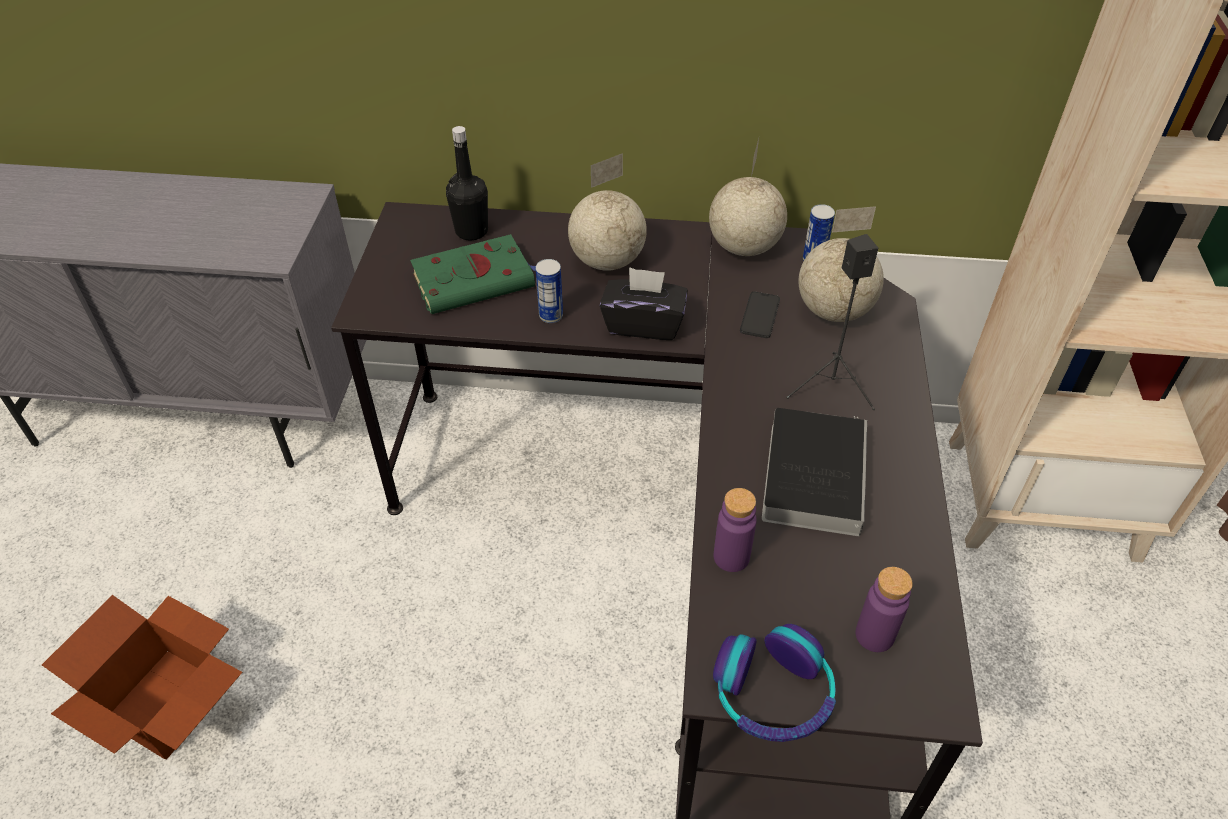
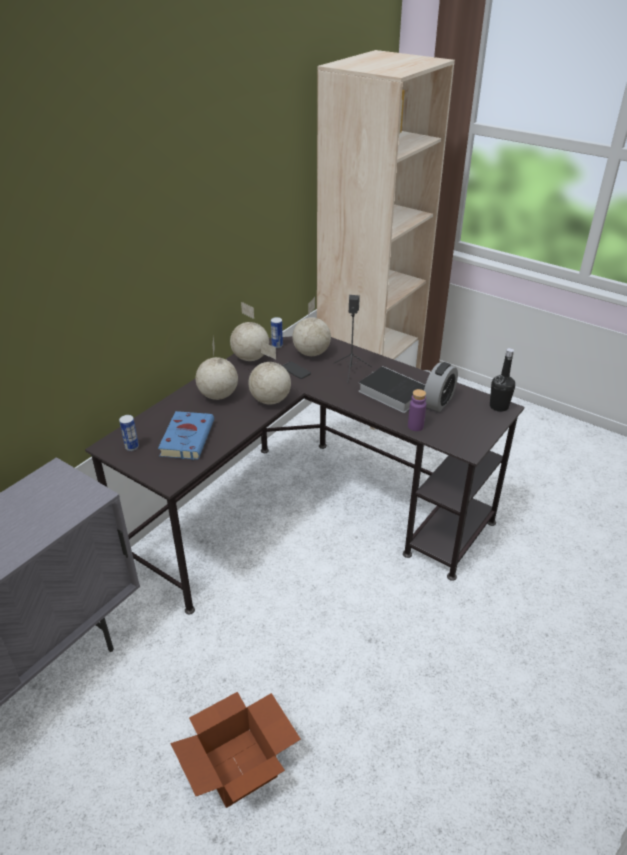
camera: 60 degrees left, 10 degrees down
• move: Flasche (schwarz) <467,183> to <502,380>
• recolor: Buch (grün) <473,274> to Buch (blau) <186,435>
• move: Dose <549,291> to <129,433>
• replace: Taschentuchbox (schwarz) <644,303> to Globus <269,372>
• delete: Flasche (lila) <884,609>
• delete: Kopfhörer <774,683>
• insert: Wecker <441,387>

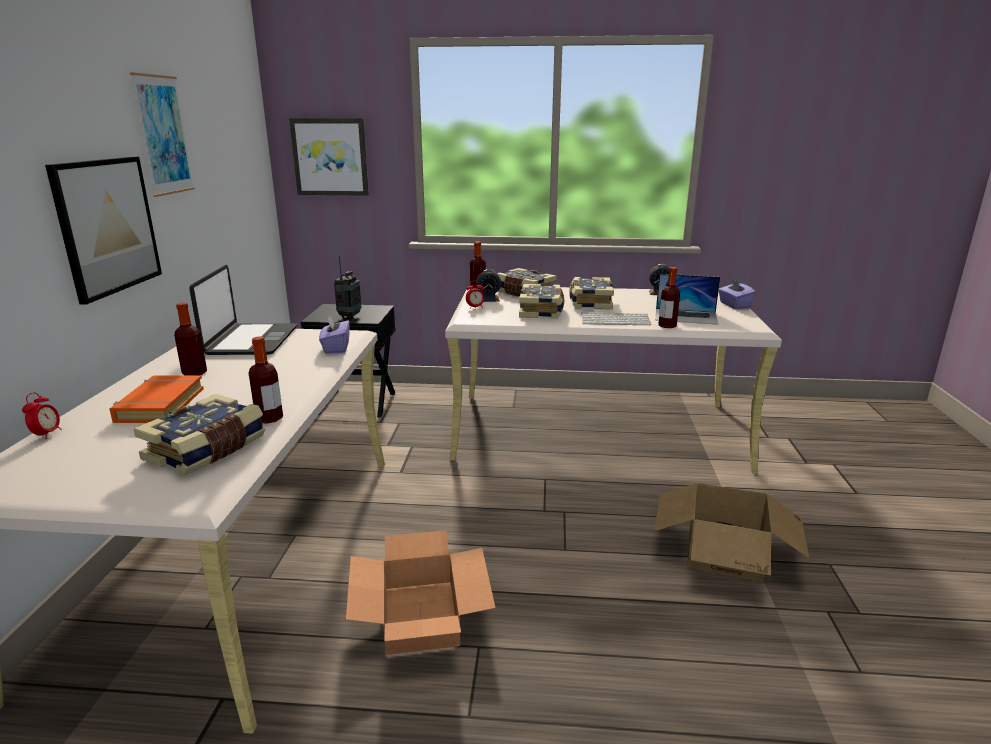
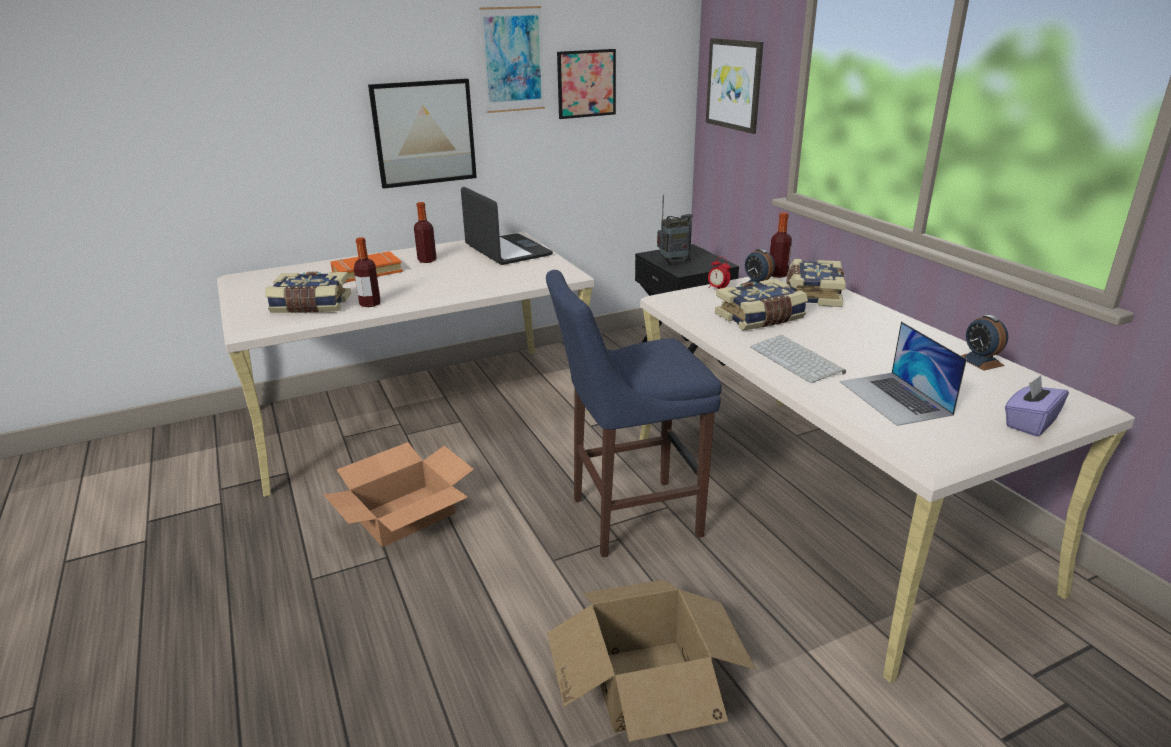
camera: 60 degrees right, 5 degrees up
• rotate: Laptop <243,310> = <507,226> 90 degrees counterclockwise
• delete: Flasche <669,297>
• delete: Buch <591,293>
• delete: Taschentuchbox (lila) <334,333>
• delete: Wecker <41,415>
• insert: Bild <586,84>
• insert: Hocker (blau) <634,414>

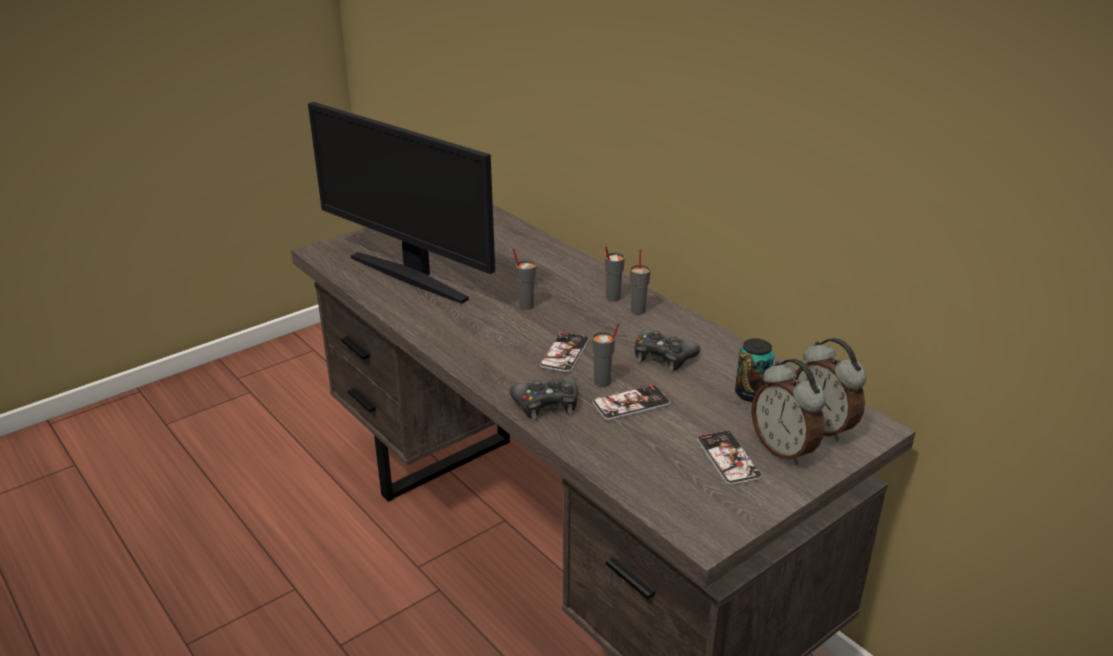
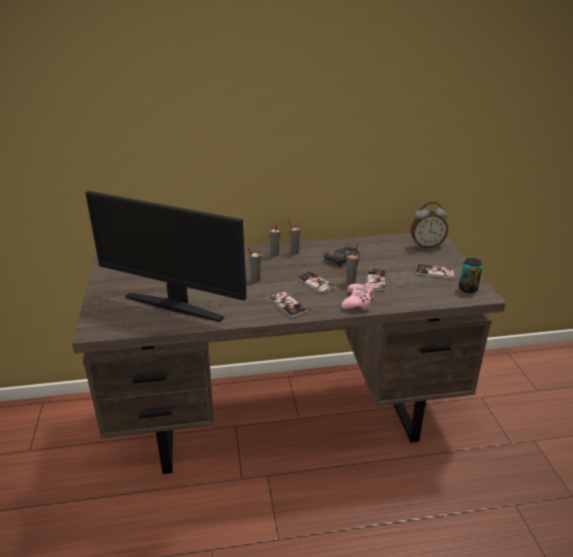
camera: 60 degrees left, 0 degrees up
• rotate: Monitor <401,203> = <166,256> 45 degrees clockwise
• move: Dose <754,370> to <471,275>
• delete: Wecker <788,412>
• recolor: Gamepad (schwarz) <544,398> to Gamepad (rosa) <357,296>
• insert: Handy <288,304>

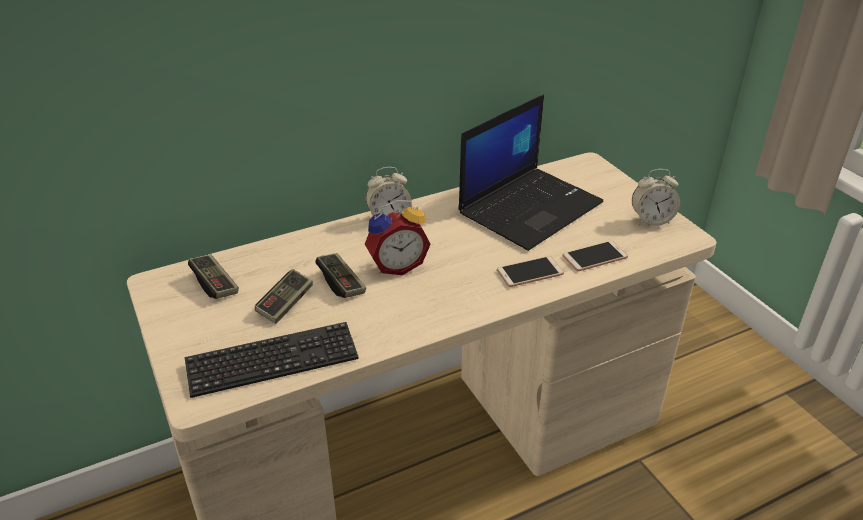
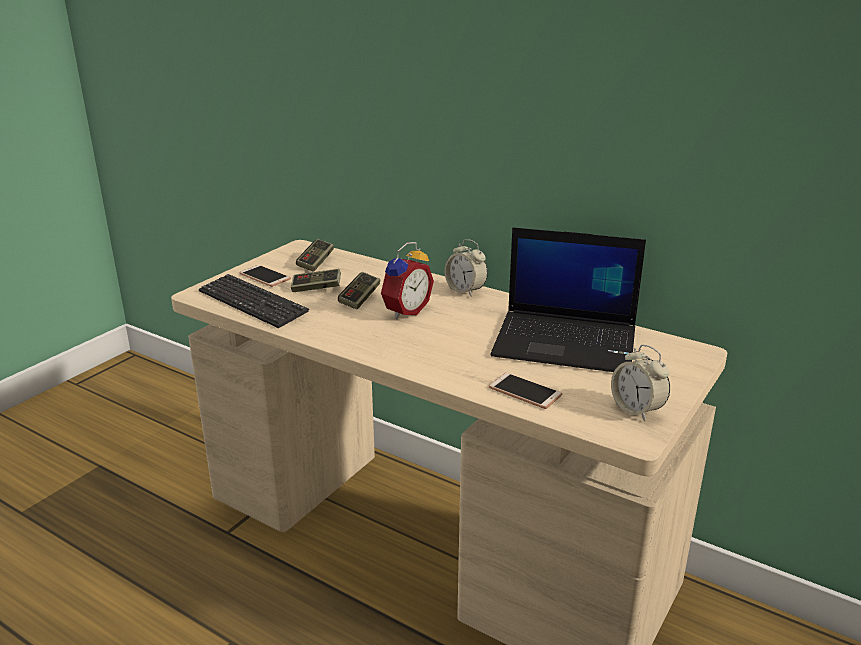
camera: 60 degrees right, 10 degrees down
• rotate: Wecker <398,237> = <407,280> 90 degrees counterclockwise
• move: Handy <530,271> to <265,276>

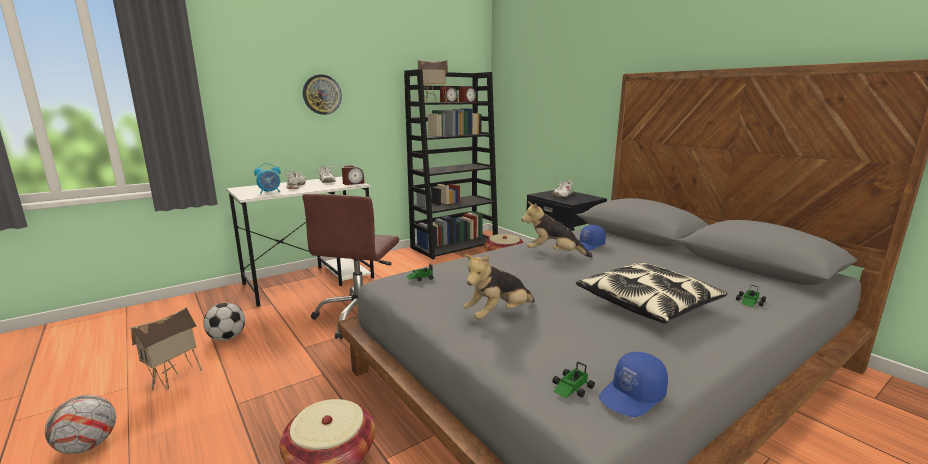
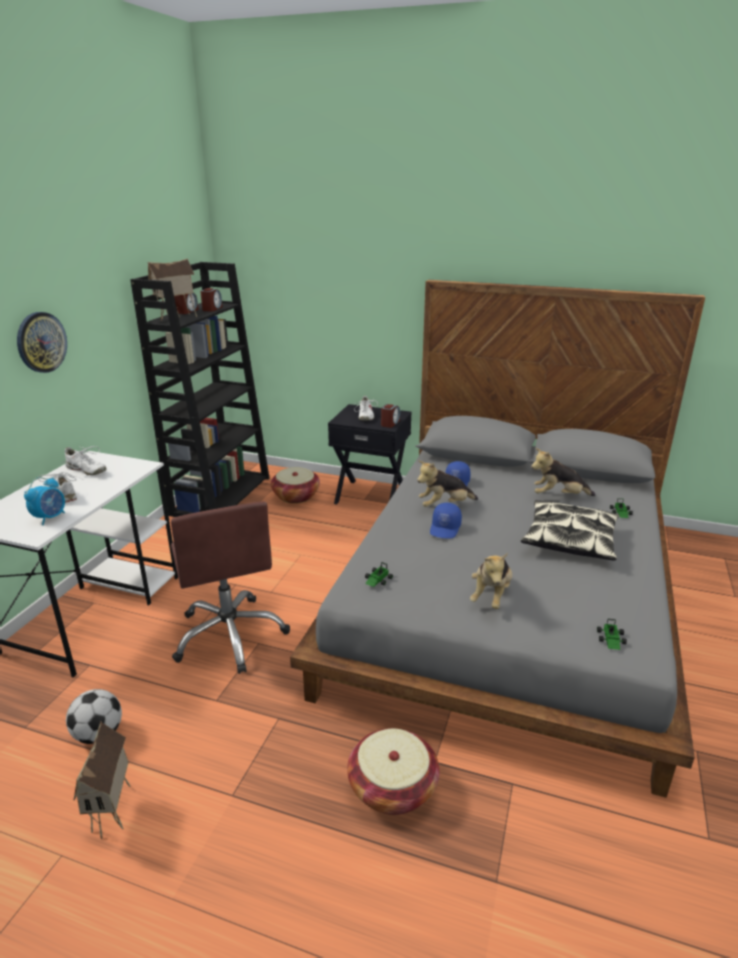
camera: 35 degrees left, 10 degrees up
• move: Wecker <353,175> to <390,416>
• move: Kappe (blau) <633,384> to <446,521>
• delete: Fußball <80,424>
• insert: Plüschtier <563,472>

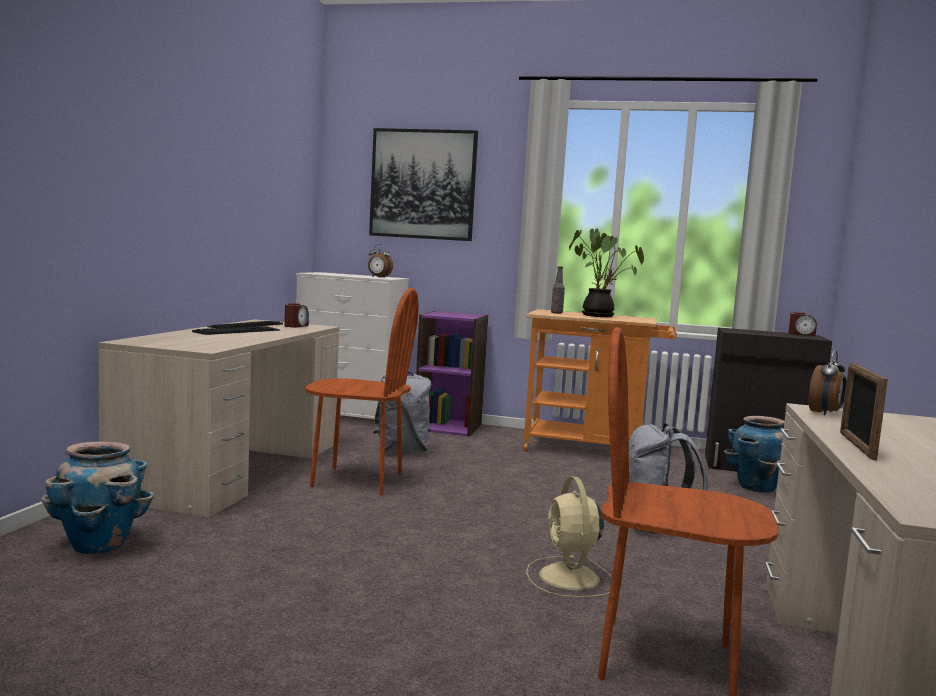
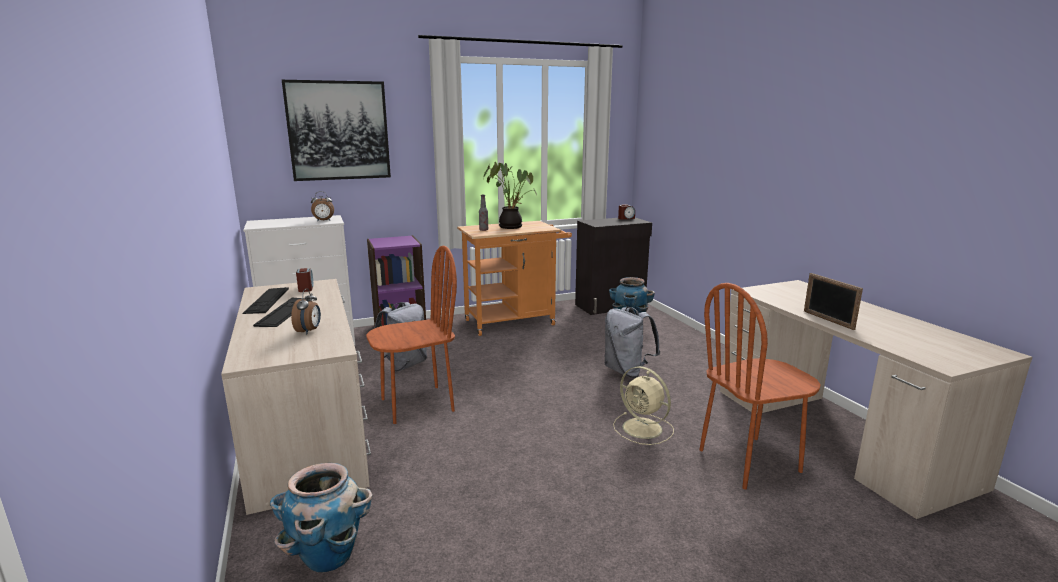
camera: 35 degrees left, 10 degrees up
• move: Wecker <827,383> to <306,311>

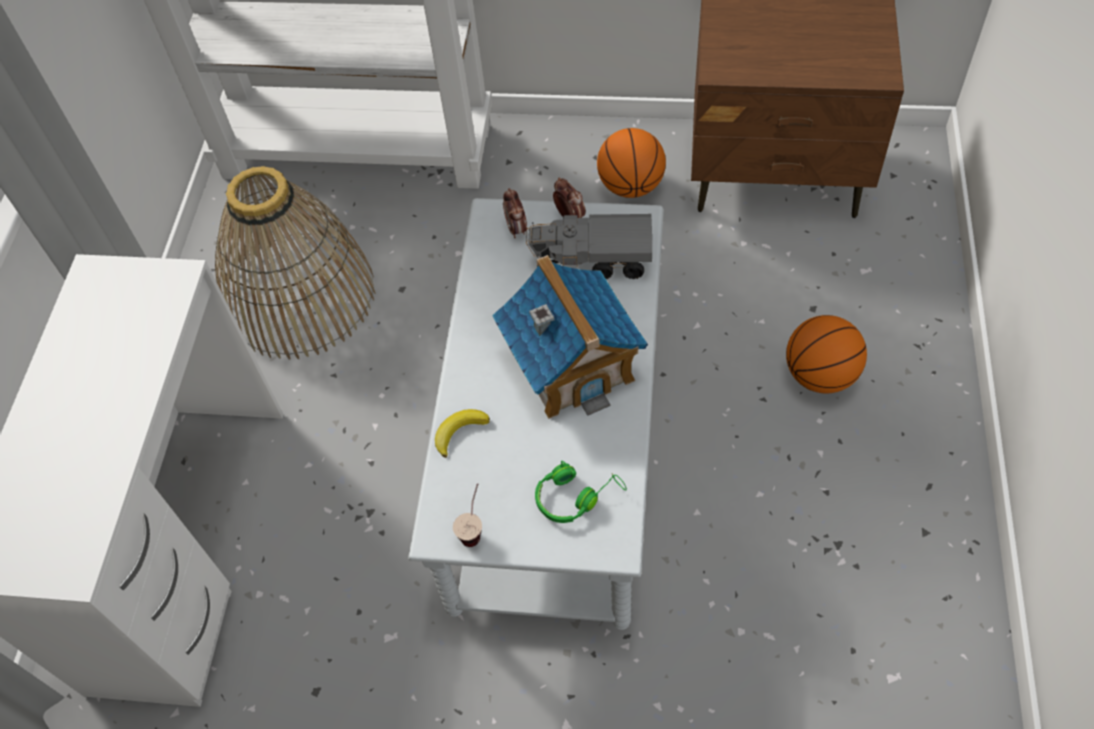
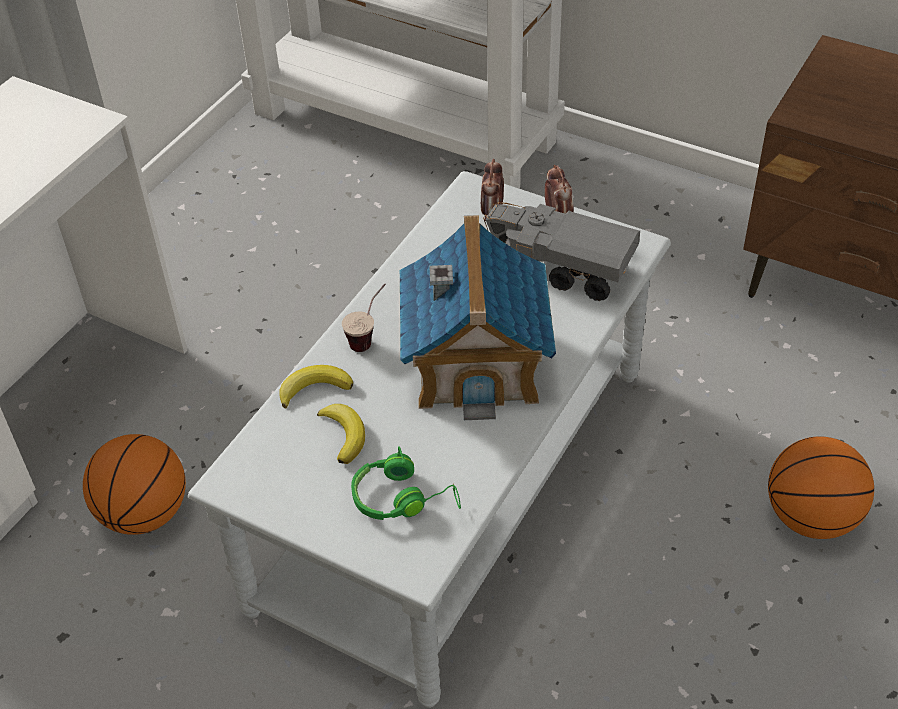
camera: 20 degrees right, 10 degrees down
• move: Basketball <631,163> to <134,484>
• delete: Korb <295,263>
• move: Tasse <467,515> to <364,317>
• insert: Banane <341,434>

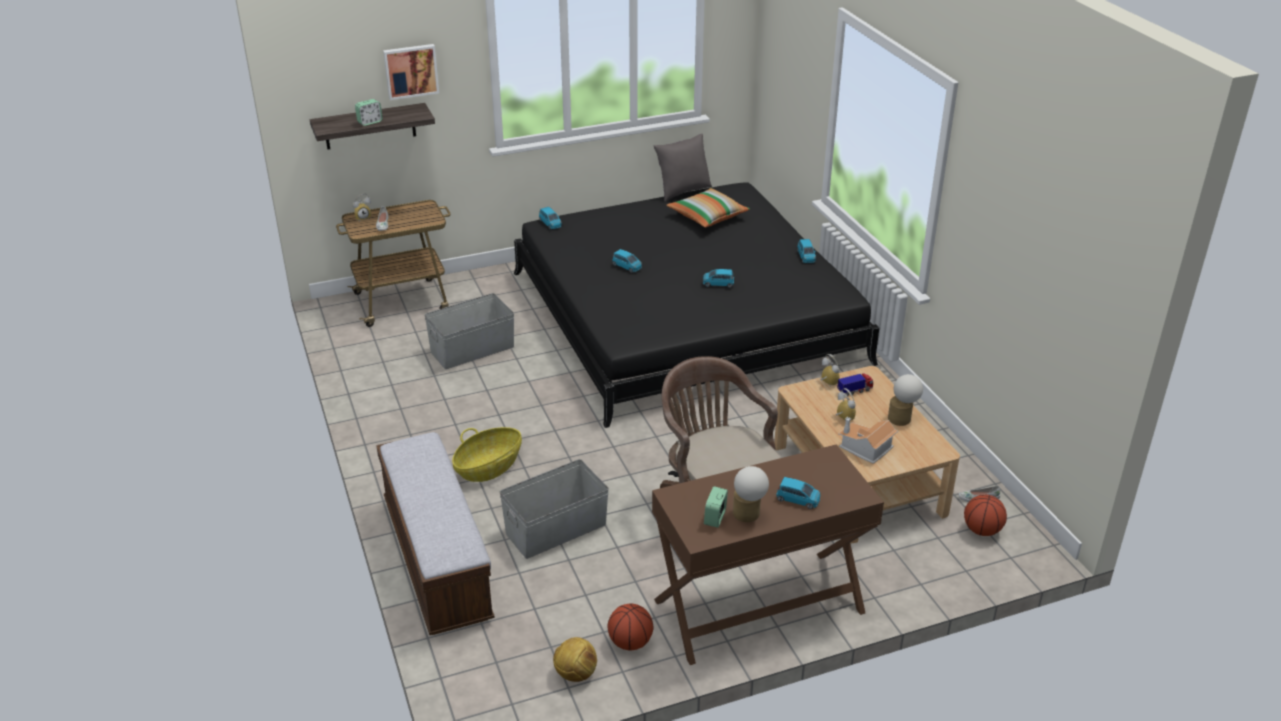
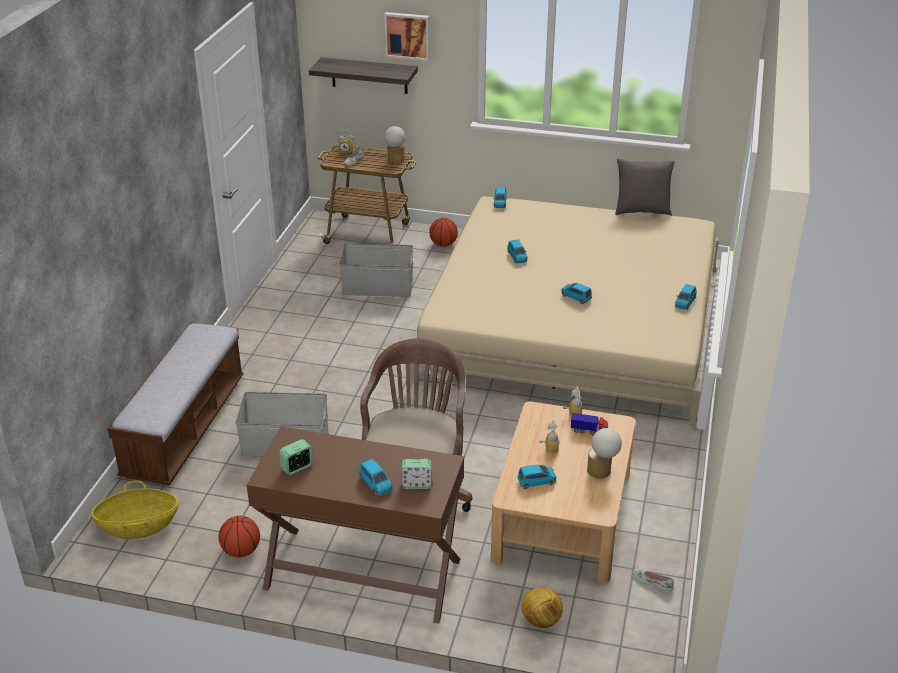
camera: 35 degrees right, 0 degrees up
• move: Wecker <369,112> to <416,474>
• recolor: Bett (schwarz) <696,305> to Bett (beige) <564,313>
• delete: Kissen <708,207>
• replace: Spielzeughaus <868,440> to Spielzeugauto (blau) <536,477>
• move: Korb <487,454> to <135,509>
• move: Tischlampe <751,494> to <394,144>
• move: Basketball <985,515> to <443,232>
• move: Fußball <575,659> to <542,607>

